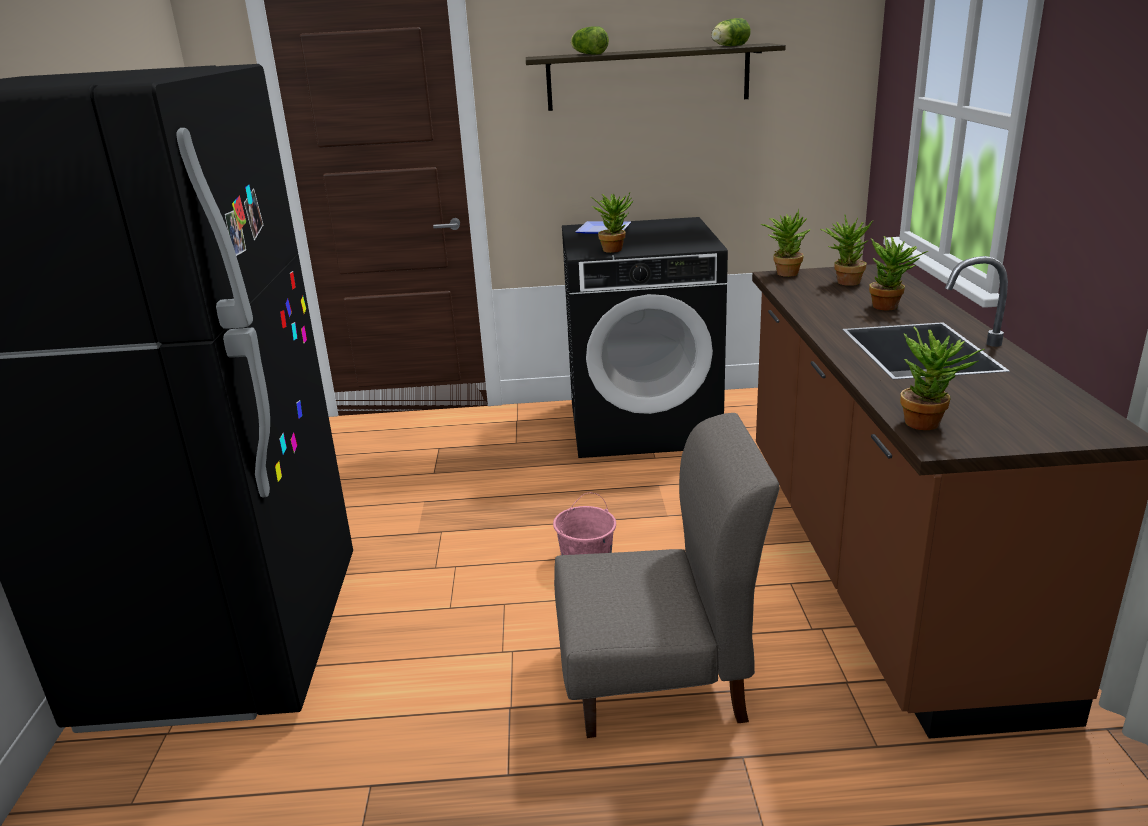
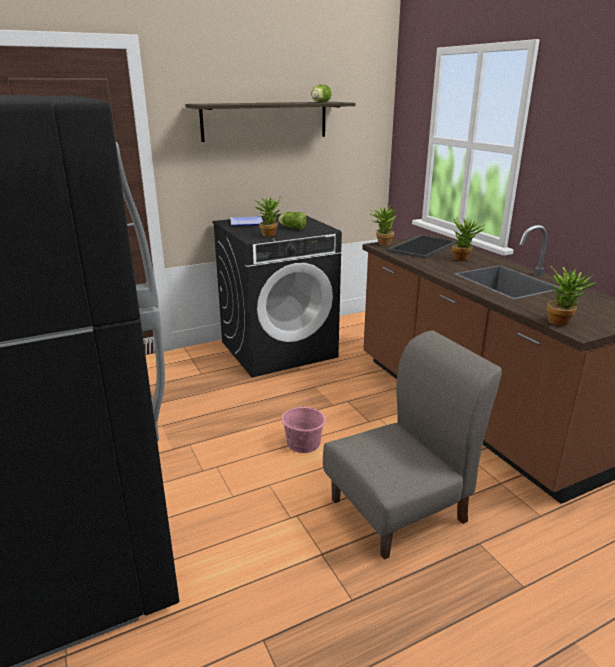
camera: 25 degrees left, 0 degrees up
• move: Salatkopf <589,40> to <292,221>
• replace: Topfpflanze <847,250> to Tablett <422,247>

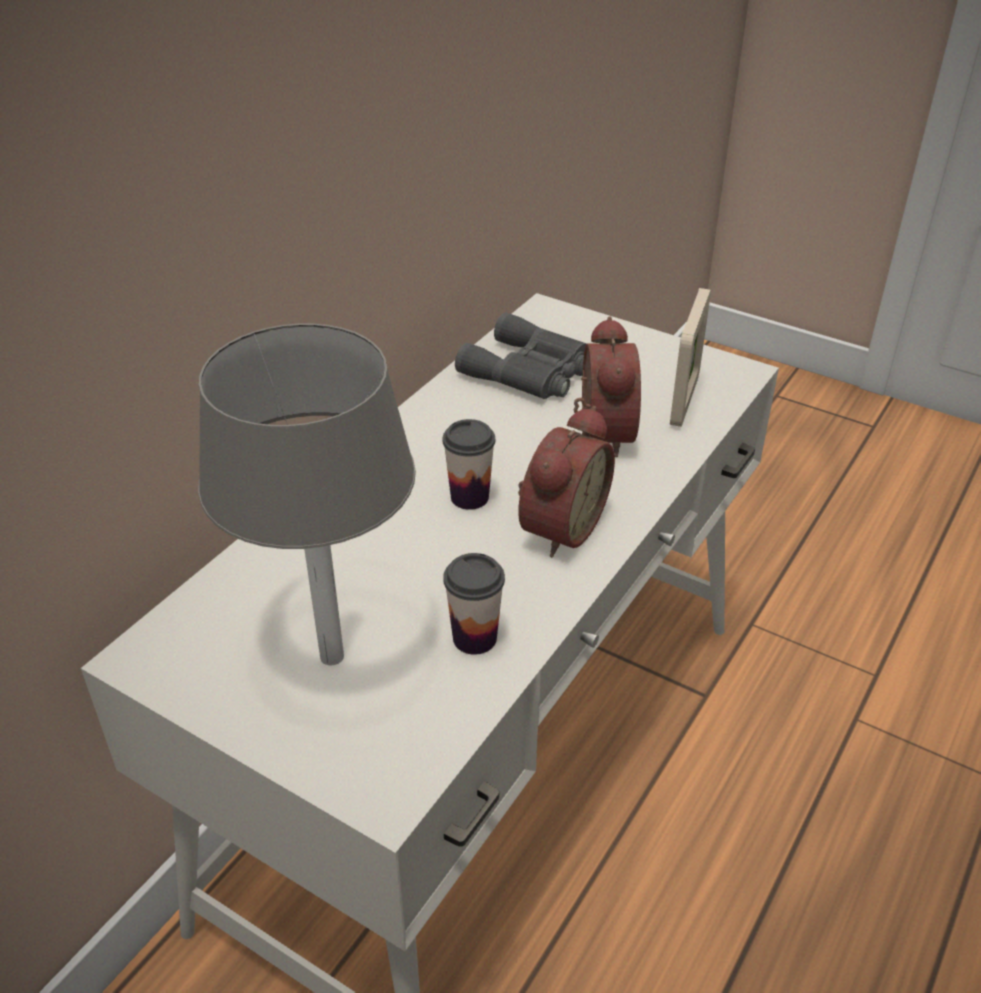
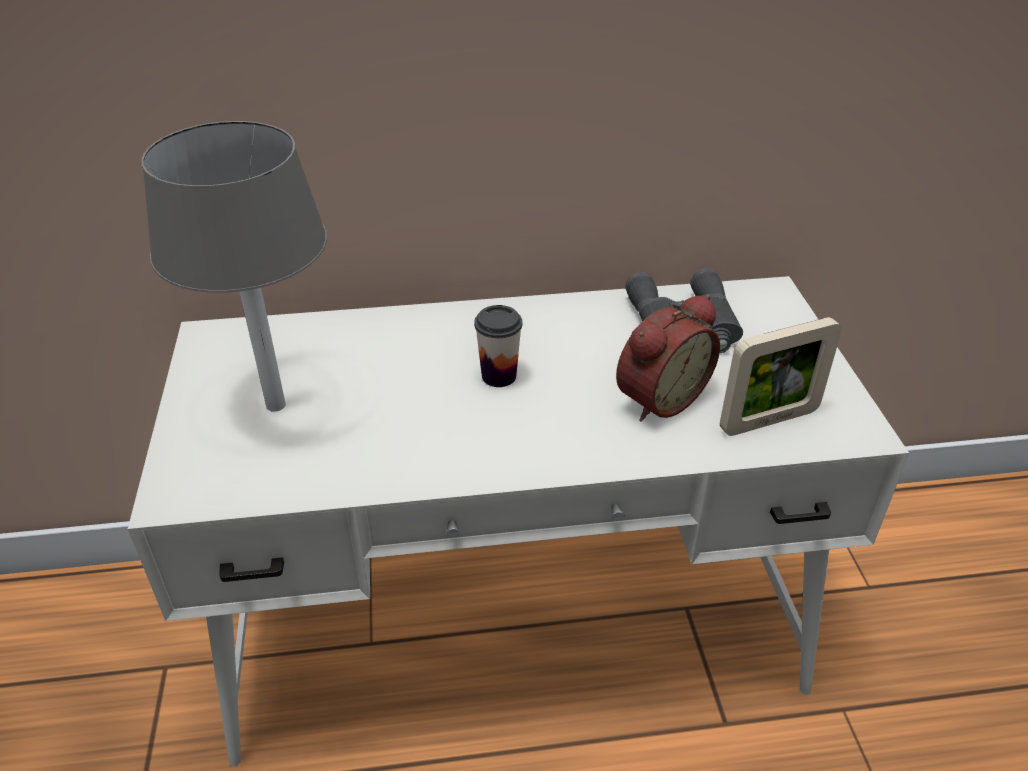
camera: 50 degrees right, 0 degrees up
• delete: Wecker <566,481>
• delete: Tasse <474,604>

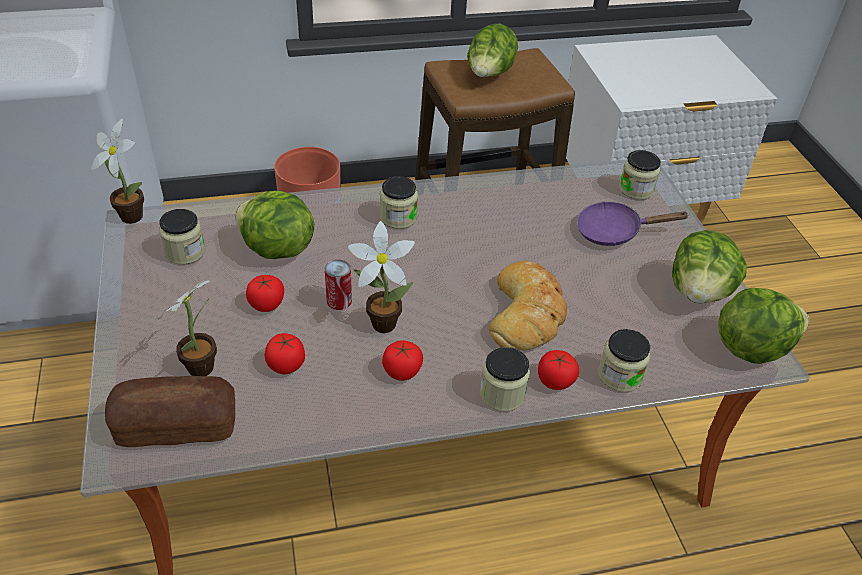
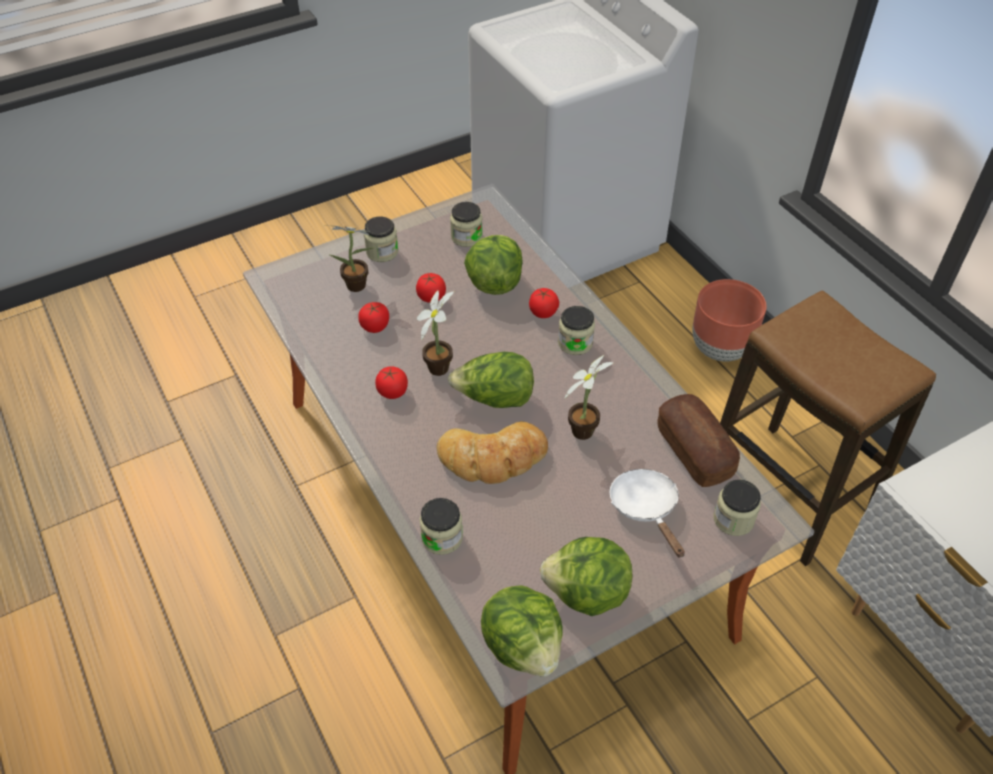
camera: 75 degrees right, 5 degrees up
• move: Salatkopf <492,50> to <491,380>
• move: Topfpflanze <117,171> to <588,397>
• recolor: Pfanne (lila) <633,223> to Pfanne (weiß) <647,513>
• delete: Dose <338,285>
• move: Vorratsglas <505,379> to <381,239>
• move: Tomate <558,370> to <544,303>
• move: Brot <170,411> to <698,440>

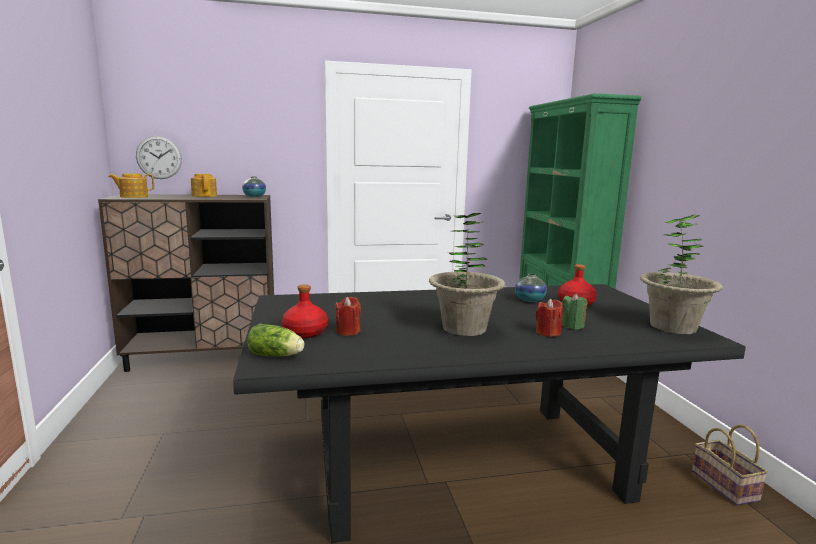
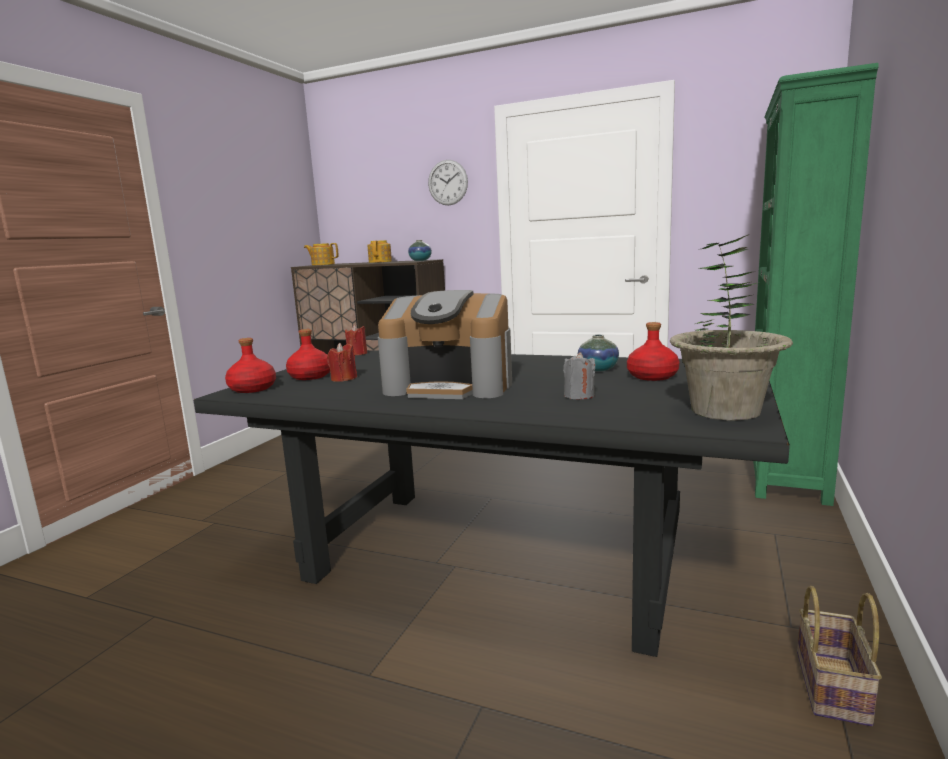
camera: 35 degrees right, 0 degrees up
• move: Wanduhr <159,157> to <448,182>
• replace: Topfpflanze <467,274> to Kaffeemaschine <445,344>
• recolor: Kerze (grün) <574,311> to Kerze (grau) <579,375>
• move: Kerze (rot) <549,318> to <356,339>
• replace: Salatkopf <276,340> to Flasche (rot) <250,365>

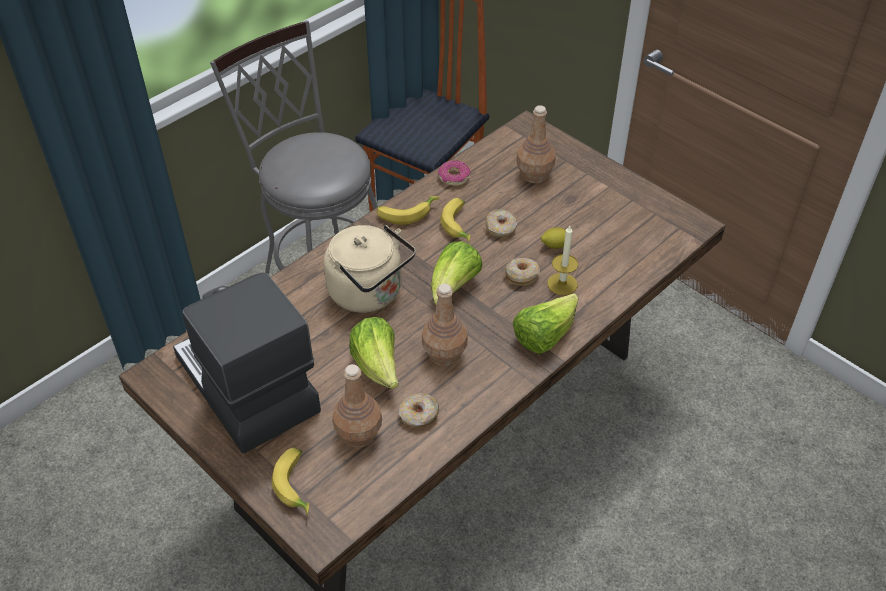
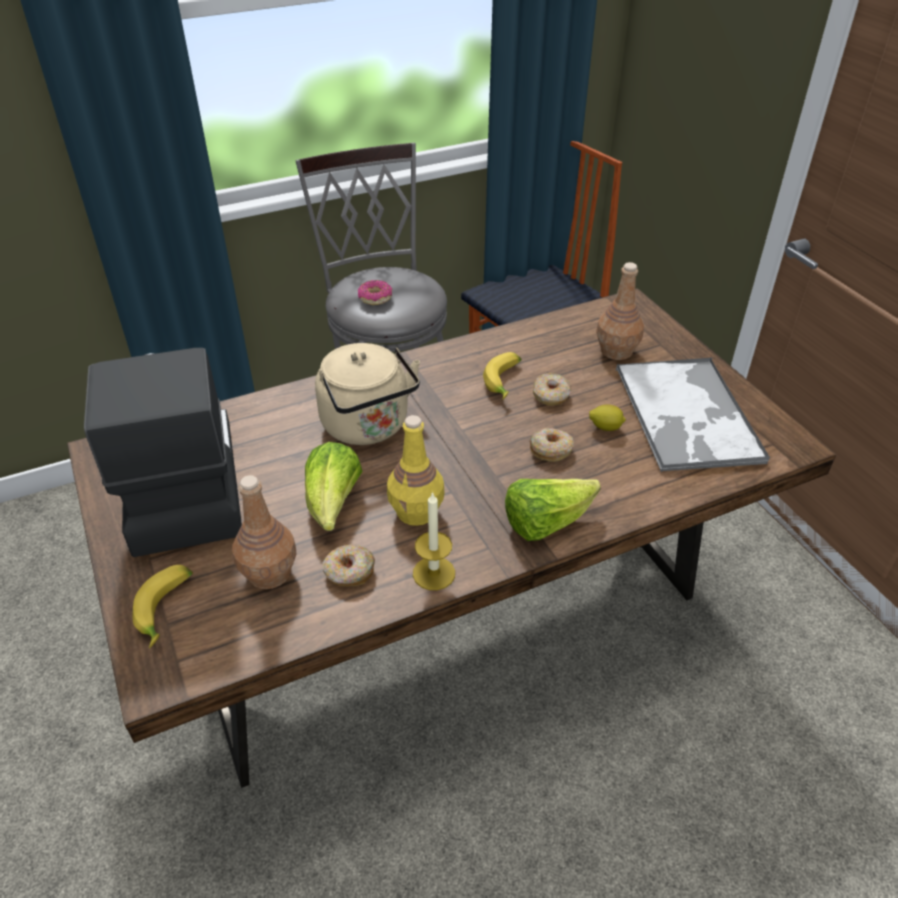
camera: 20 degrees right, 5 degrees down
• move: Donut <454,173> to <375,292>
• delete: Banane <408,210>
• move: Kerze <562,260> to <434,541>
• delete: Salatkopf <456,273>
• recolor: Flasche (braun) <445,325> to Flasche (gelb) <416,470>
• insert: Tablett <693,415>

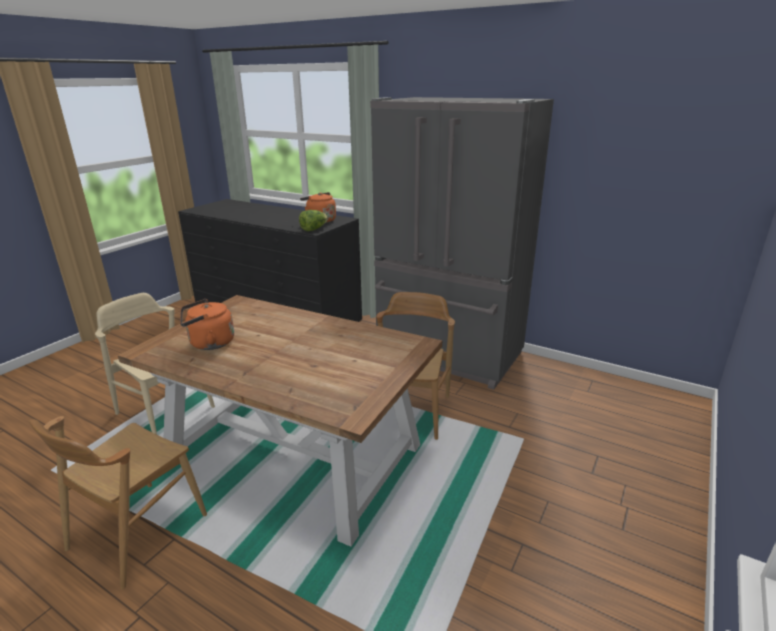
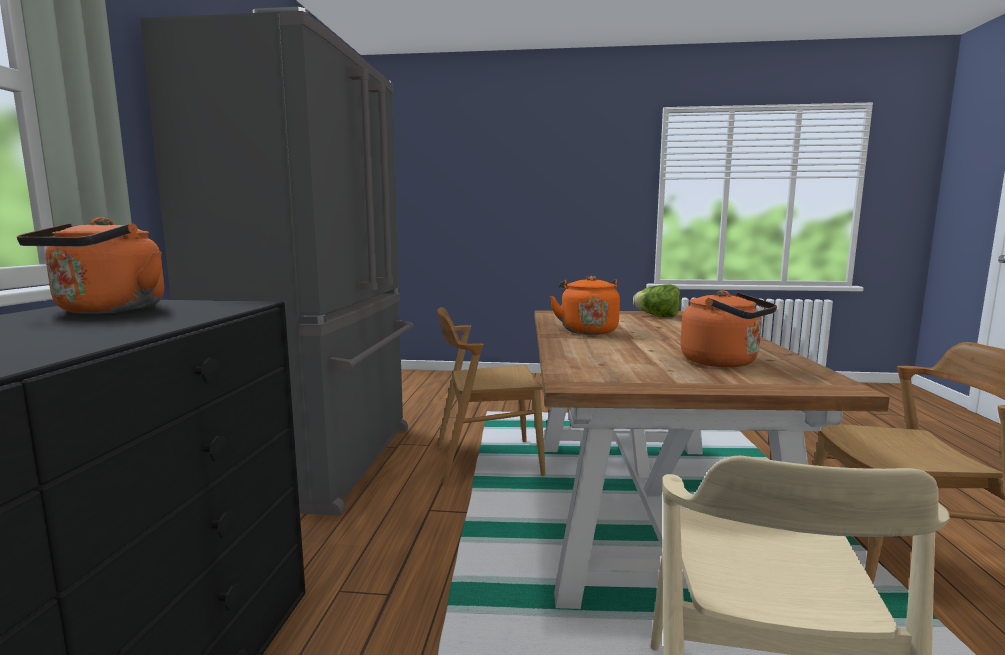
camera: 115 degrees left, 15 degrees down
• move: Salatkopf <313,220> to <657,300>
• insert: Wasserkessel (orange) <585,305>

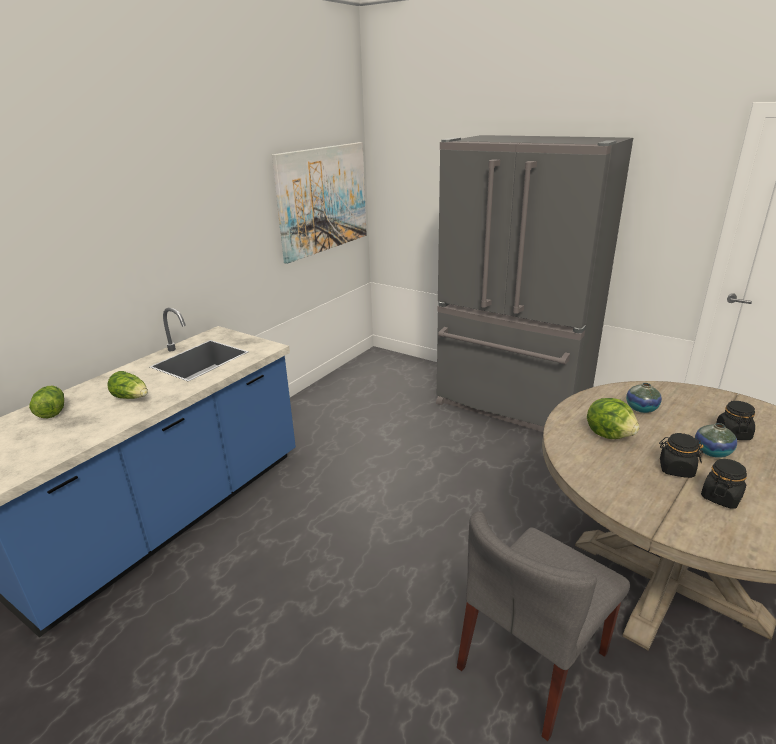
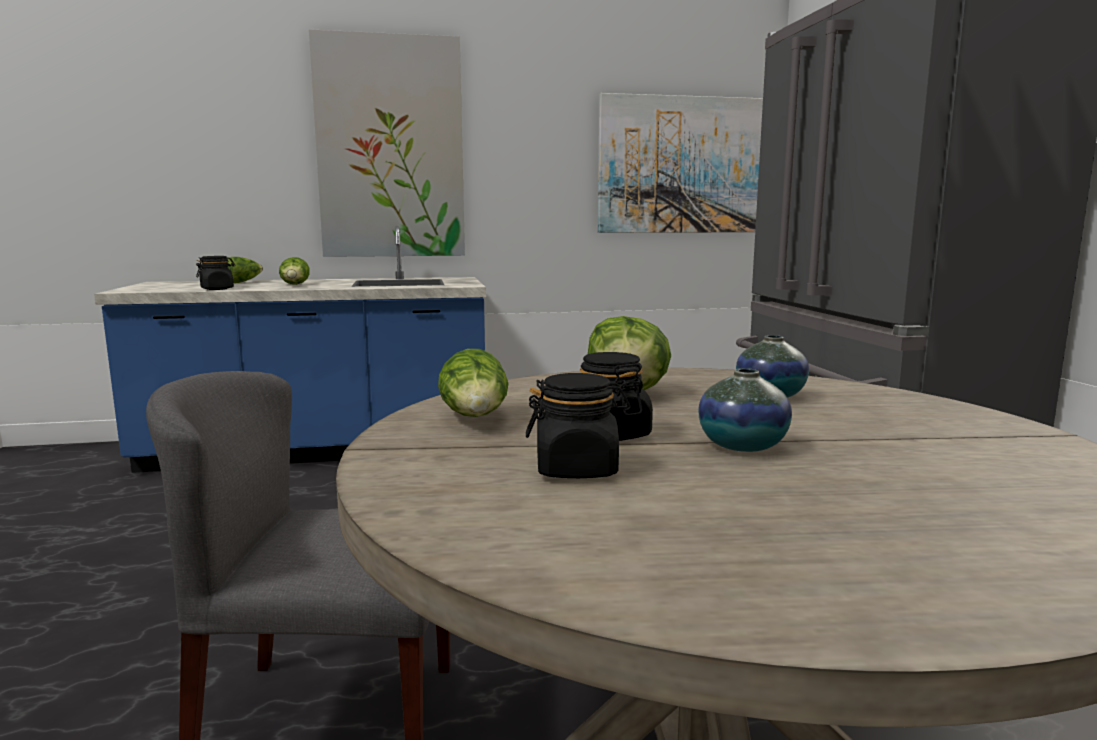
camera: 45 degrees right, 15 degrees down
• move: Vorratsglas (schwarz) <735,420> to <215,273>
• insert: Bild <387,143>
• insert: Salatkopf <473,383>

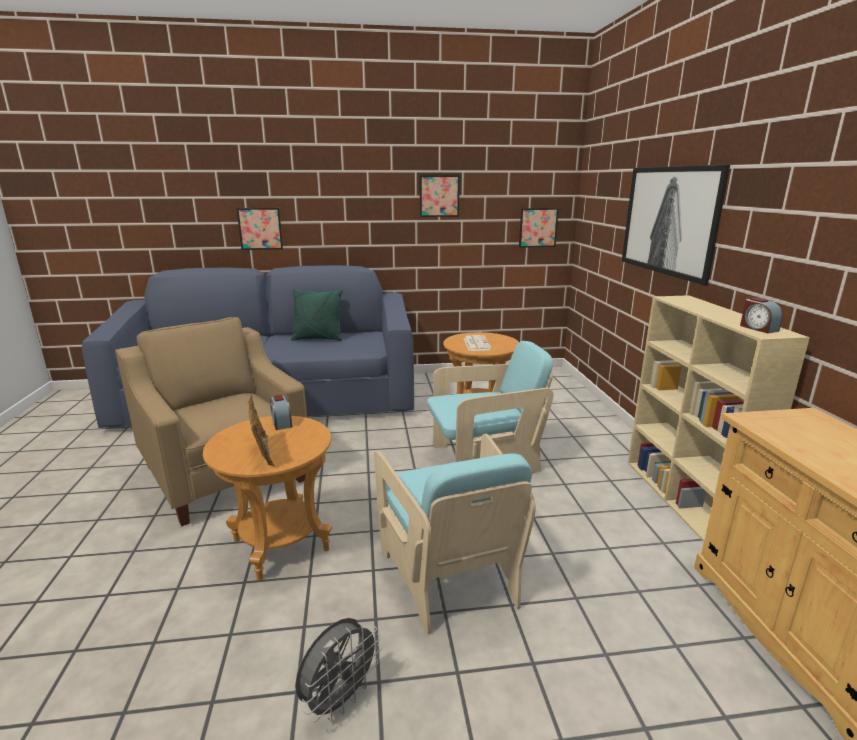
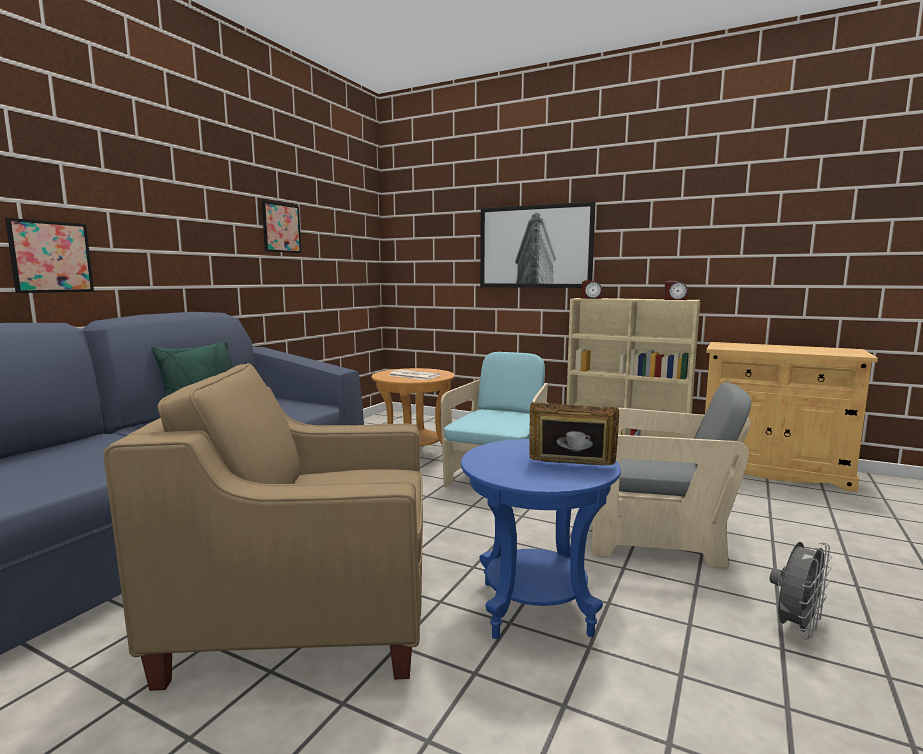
camera: 55 degrees left, 10 degrees down
• delete: Bild <539,228>
• move: Wecker <281,412> to <591,289>
• recolor: Beistelltisch (braun) <267,498> to Beistelltisch (blau) <541,539>
• recolor: Sessel (türkis) <455,534> to Sessel (grau) <671,475>
• rotate: Ventilator (grau) <338,670> = <801,591> 60 degrees clockwise

